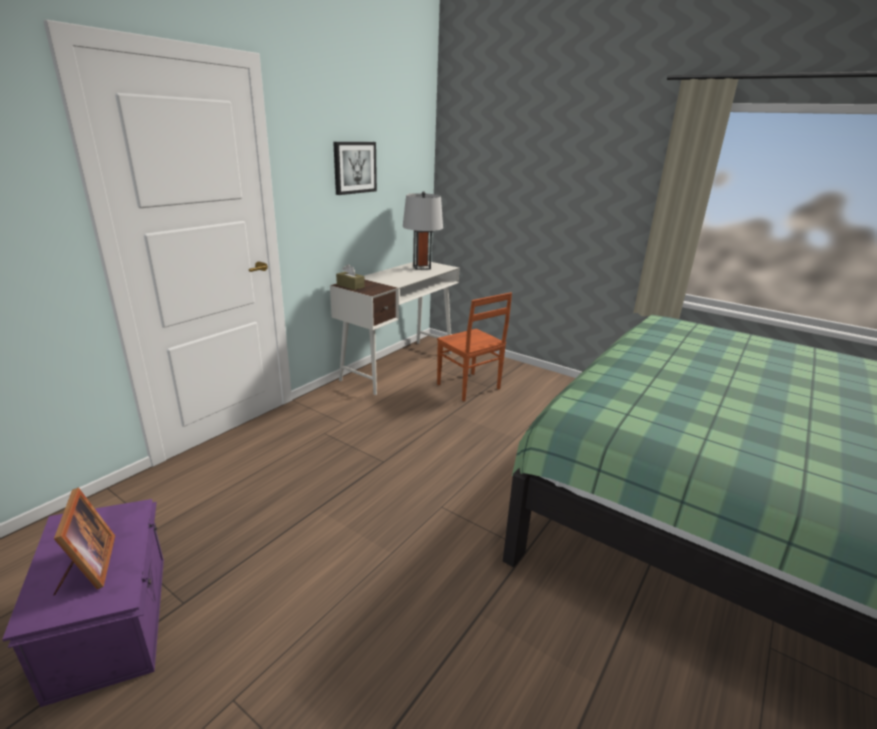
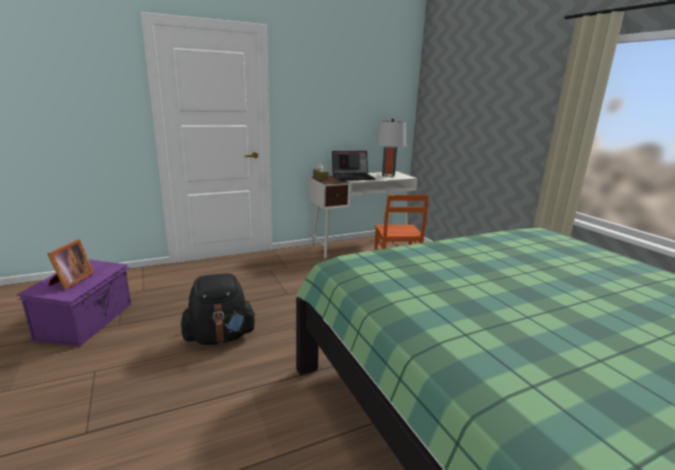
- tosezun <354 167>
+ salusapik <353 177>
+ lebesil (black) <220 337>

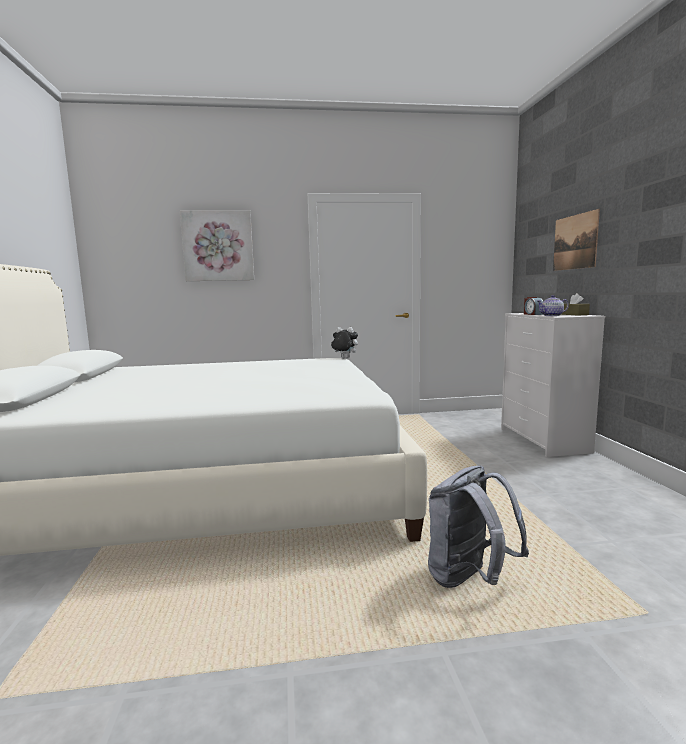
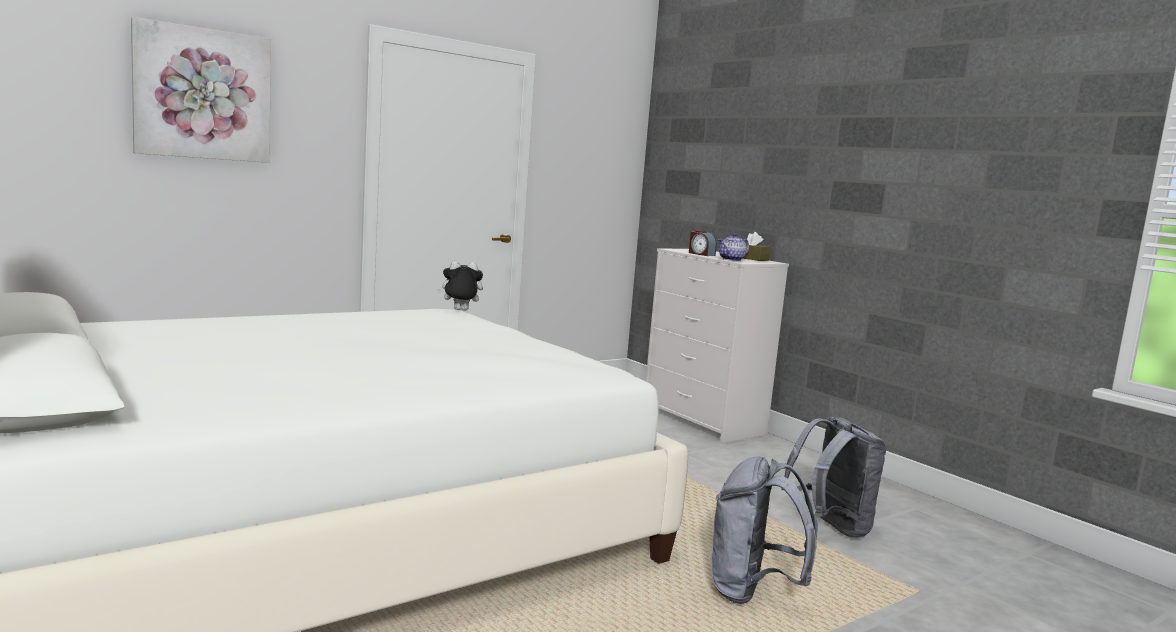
- tosezun <575 242>
+ lebesil (grey) <830 527>

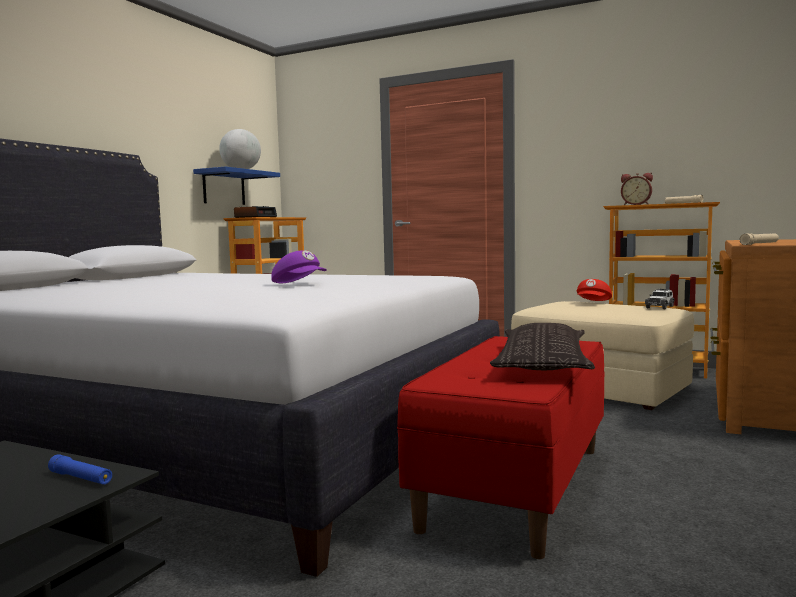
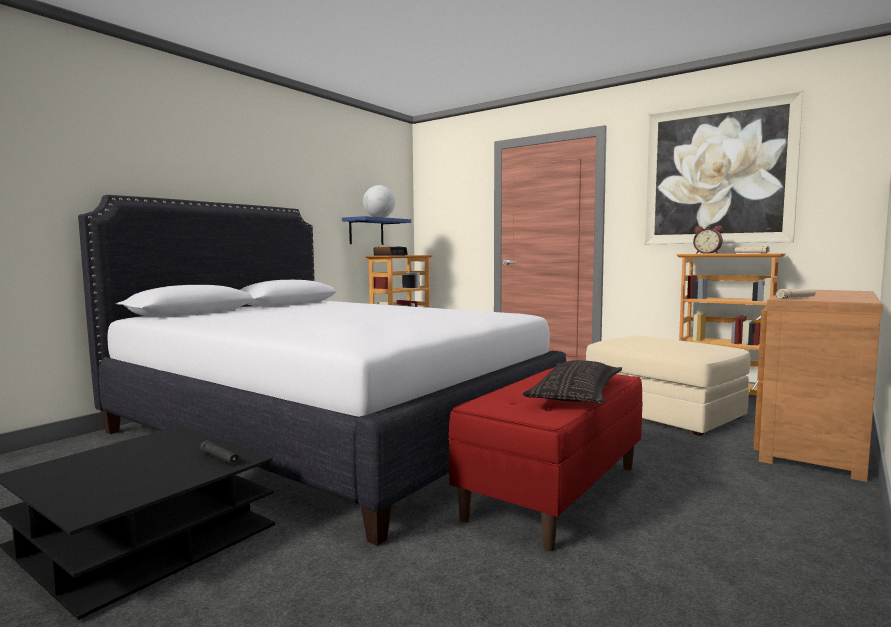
- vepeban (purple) <300 284>
- vepeban (red) <593 303>
- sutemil <660 307>
~ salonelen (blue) <81 478> to salonelen (black) <220 458>
+ tosezun <717 174>

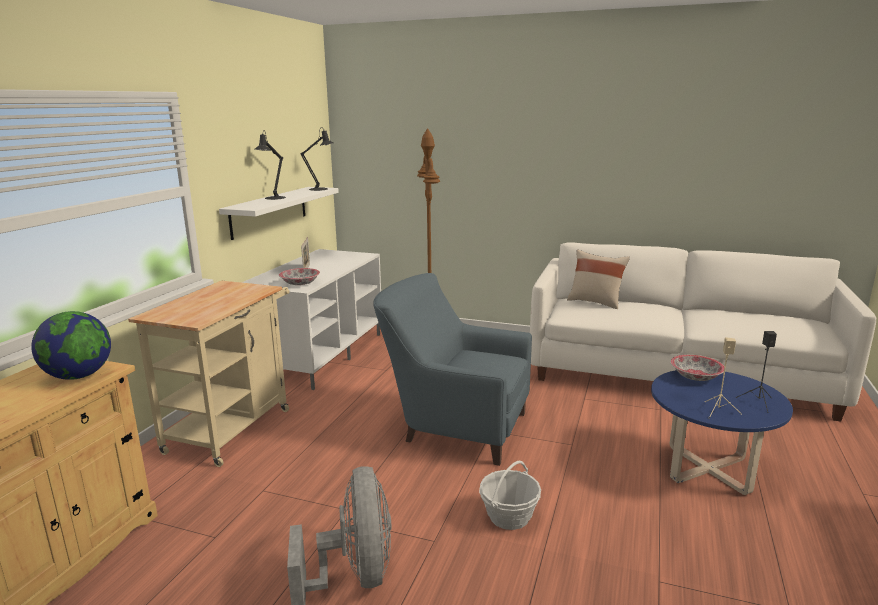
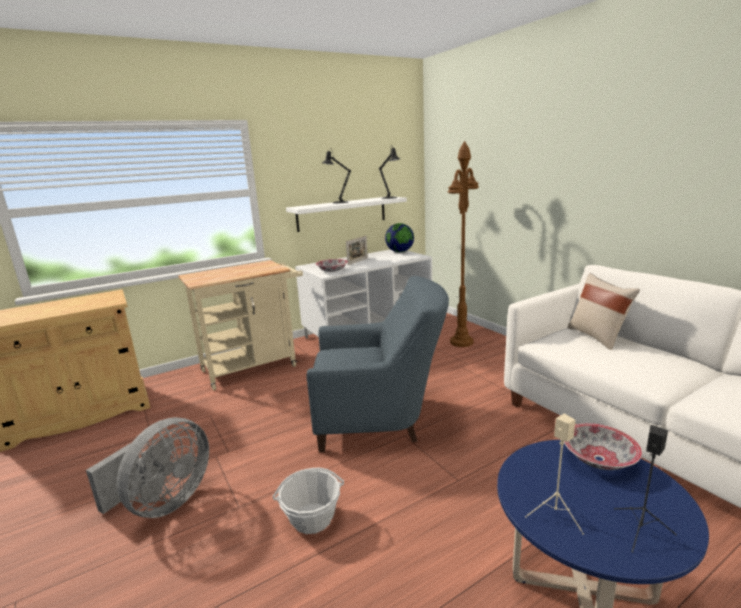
~ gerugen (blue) <453 427> = <380 420> 120 degrees clockwise
~ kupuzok <78 376> to <400 252>

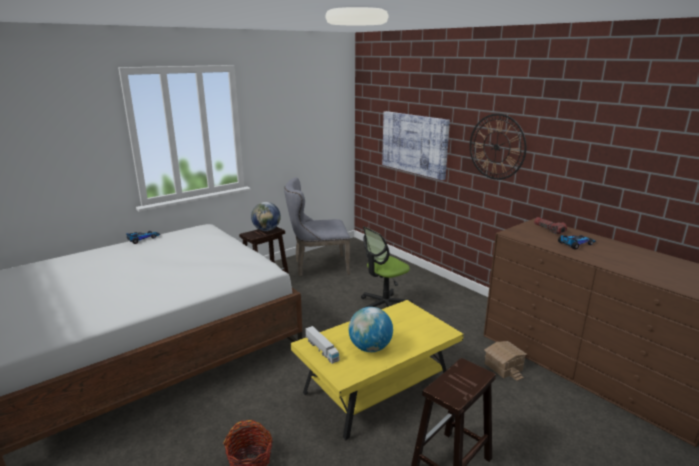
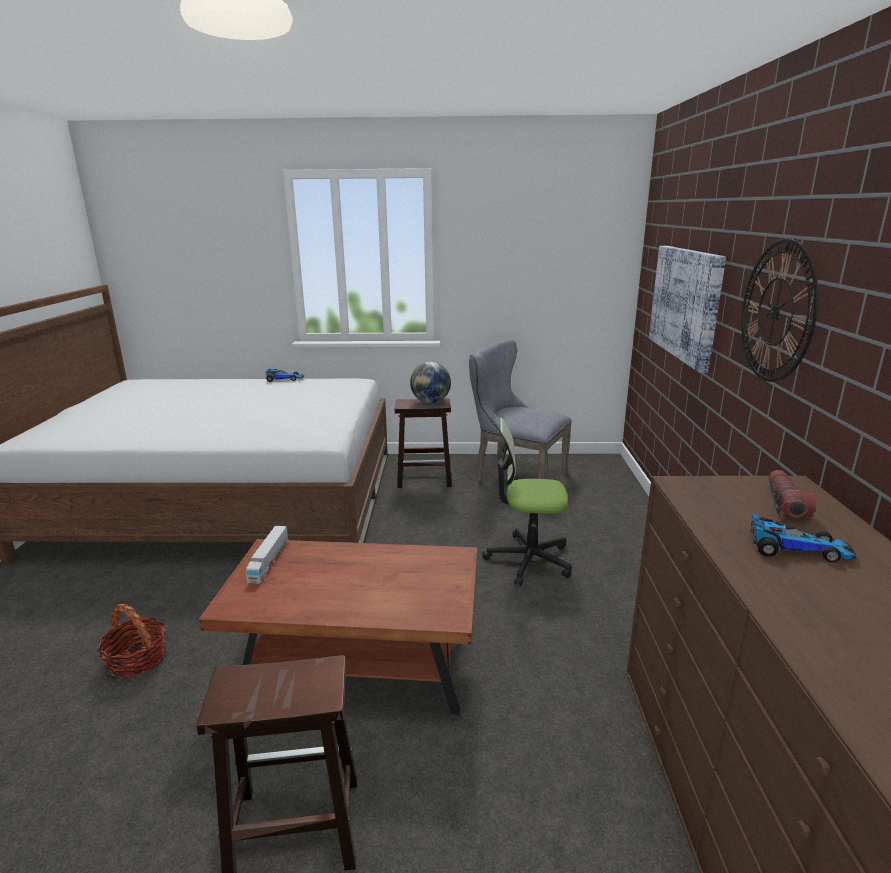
~ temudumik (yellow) <377 390> to temudumik (brown) <358 663>
- kupuzok <370 348>
- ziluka <502 367>

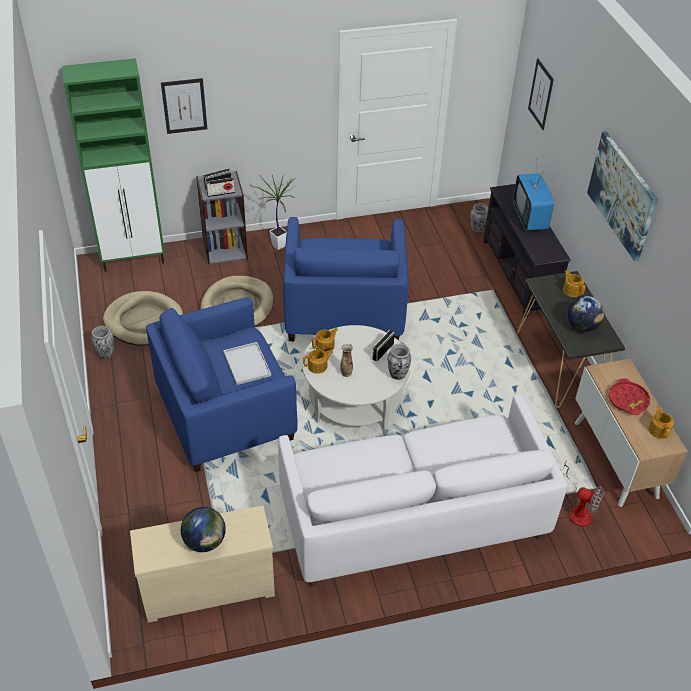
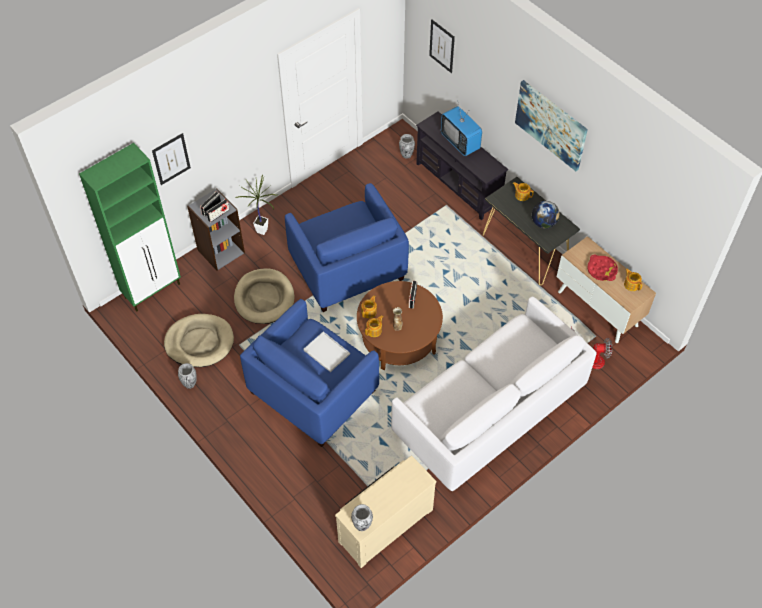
~ temudumik (white) <354 398> to temudumik (brown) <399 339>
~ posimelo <397 375> to <362 525>
- kupuzok <205 542>

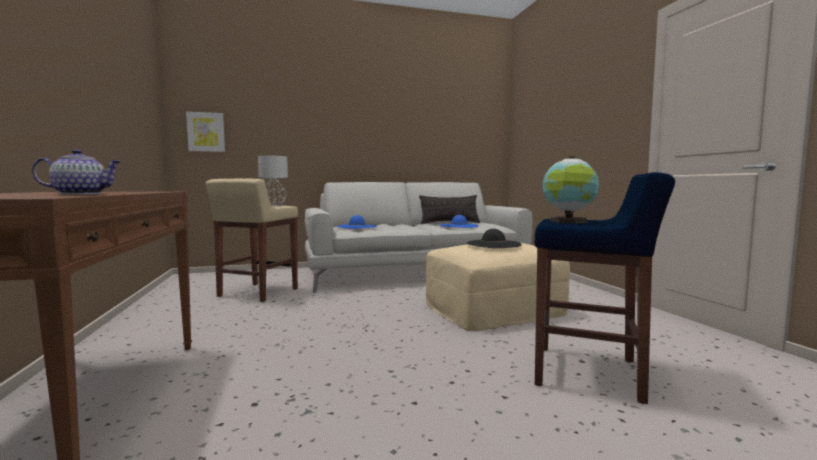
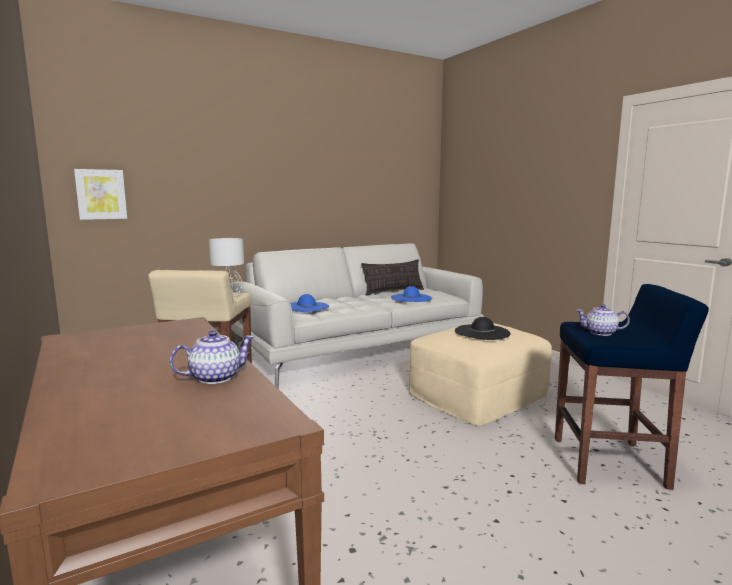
~ kupuzok <569 221> to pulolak <601 333>

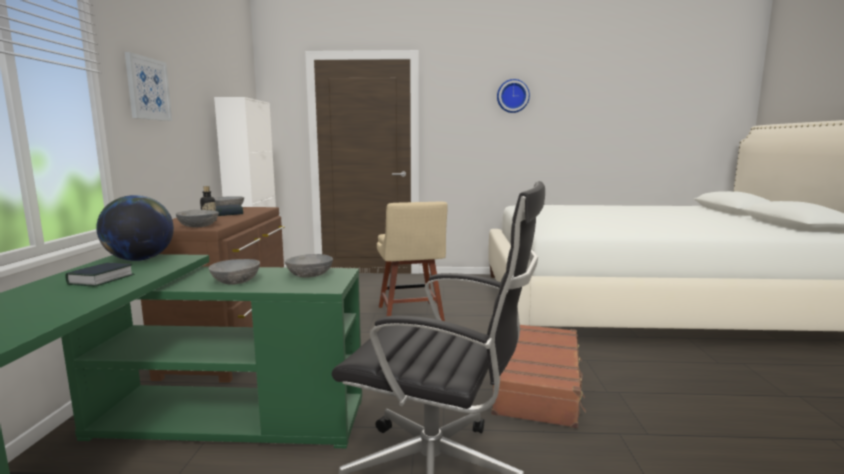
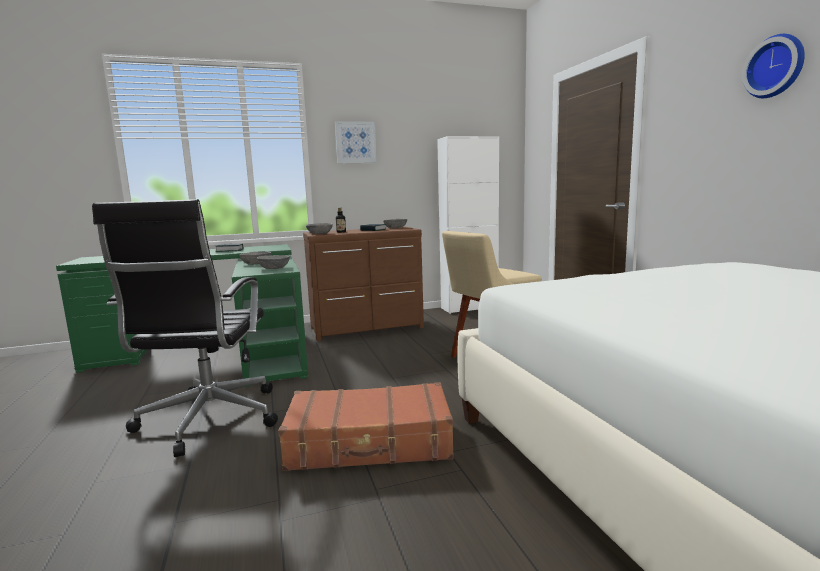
- kupuzok <139 259>

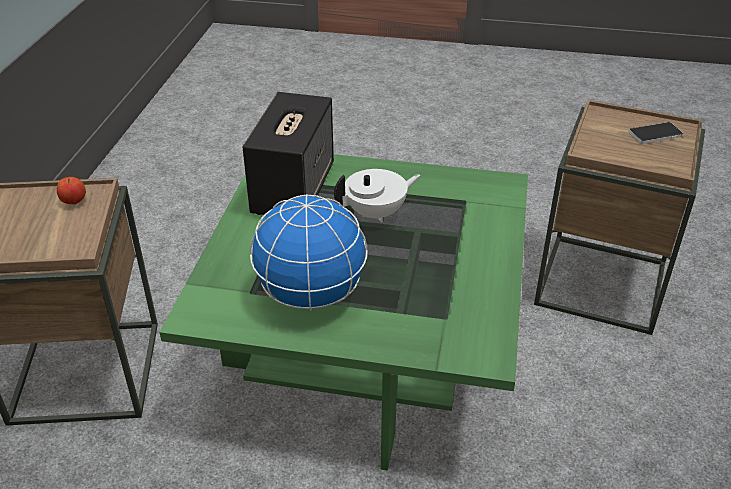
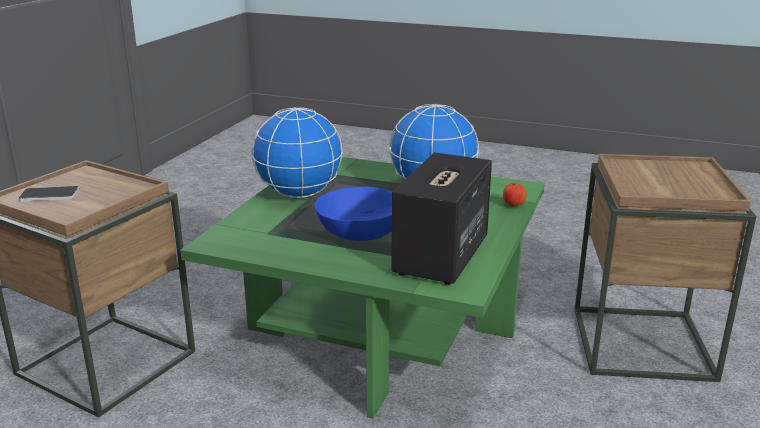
~ pulolak (white) <376 213> to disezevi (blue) <360 230>
~ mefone <74 202> to <513 205>
+ kupuzok <298 194>

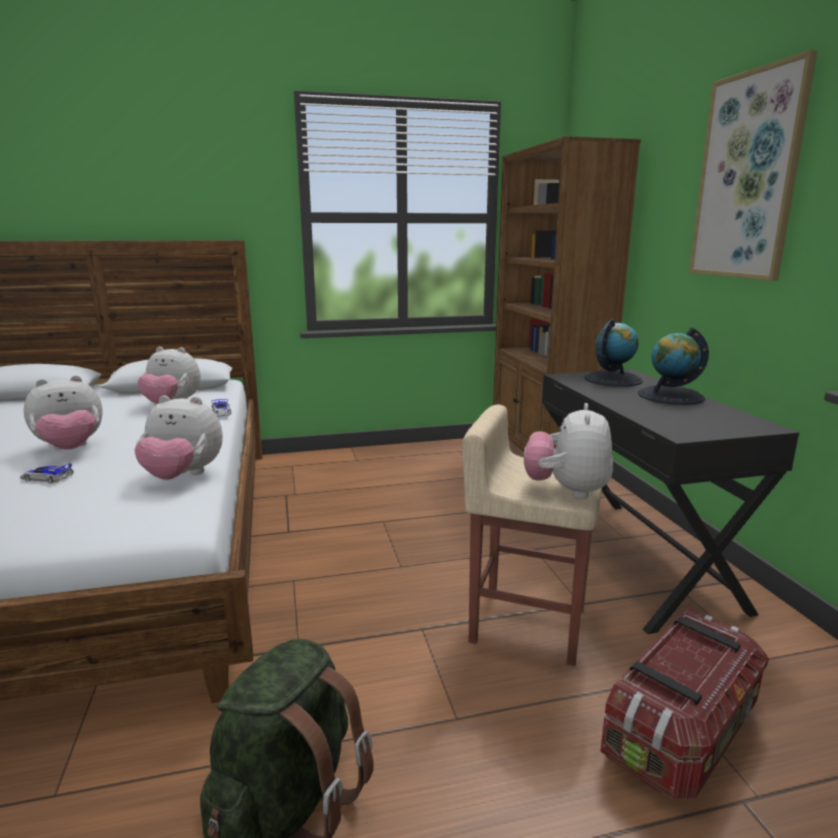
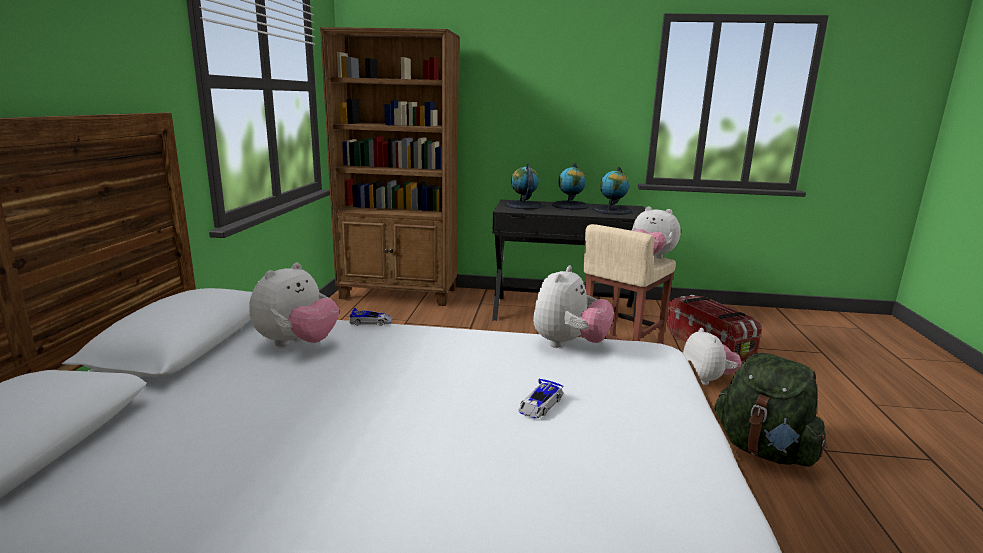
- tosezun <748 177>
~ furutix <71 449> to <707 379>
+ kupuzok <612 210>

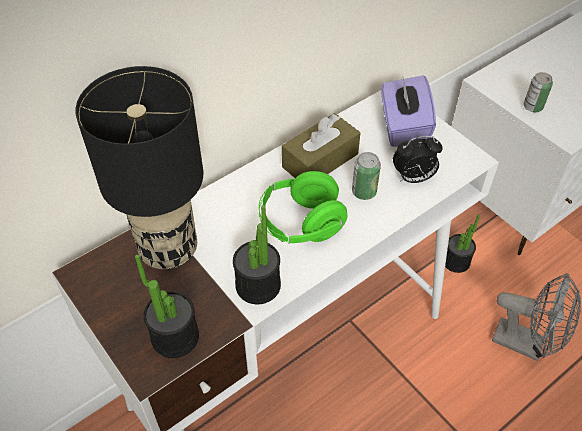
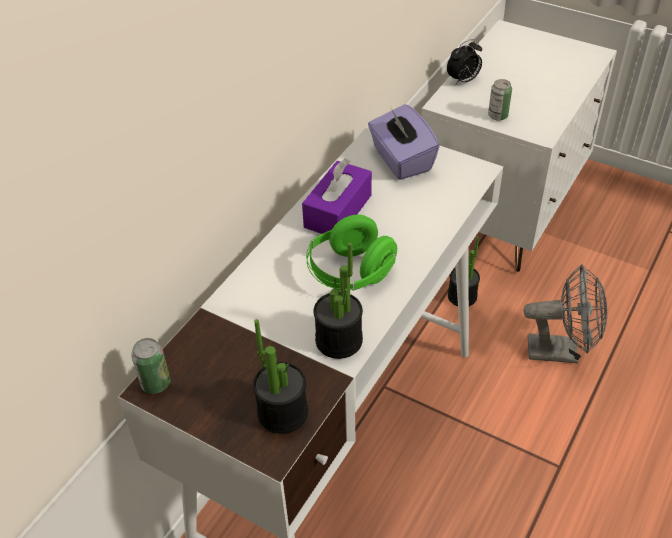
- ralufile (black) <167 251>
~ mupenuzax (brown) <320 160> to mupenuzax (purple) <338 211>
~ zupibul <413 178> to <463 81>
~ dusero <364 192> to <156 383>

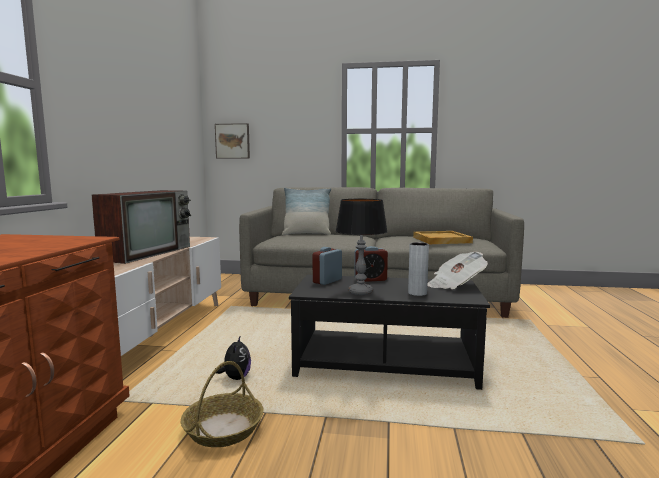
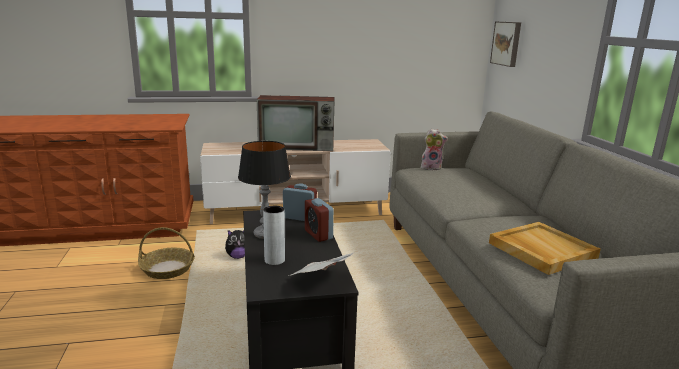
- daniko <306 234>
+ furutix <431 168>

